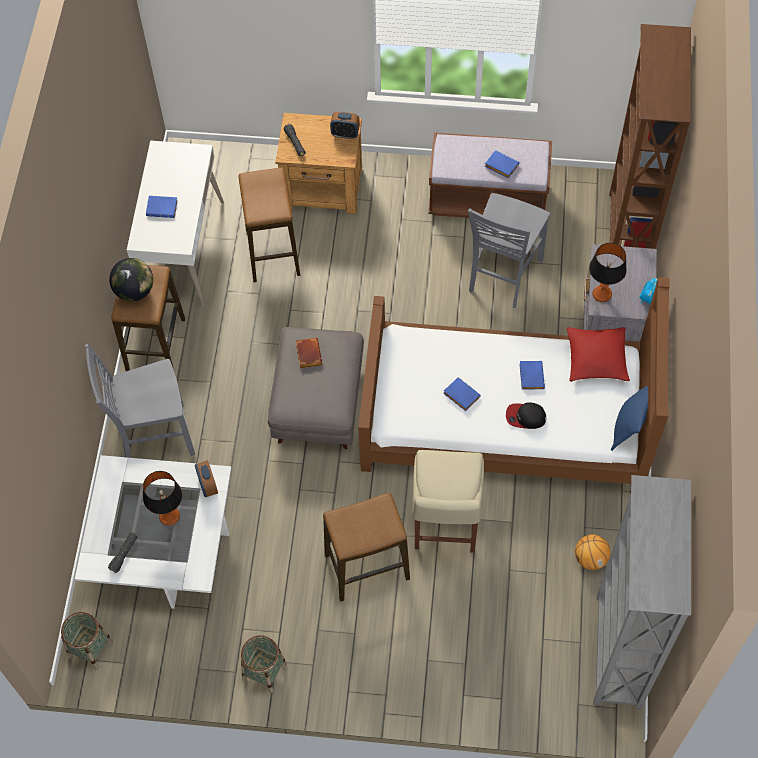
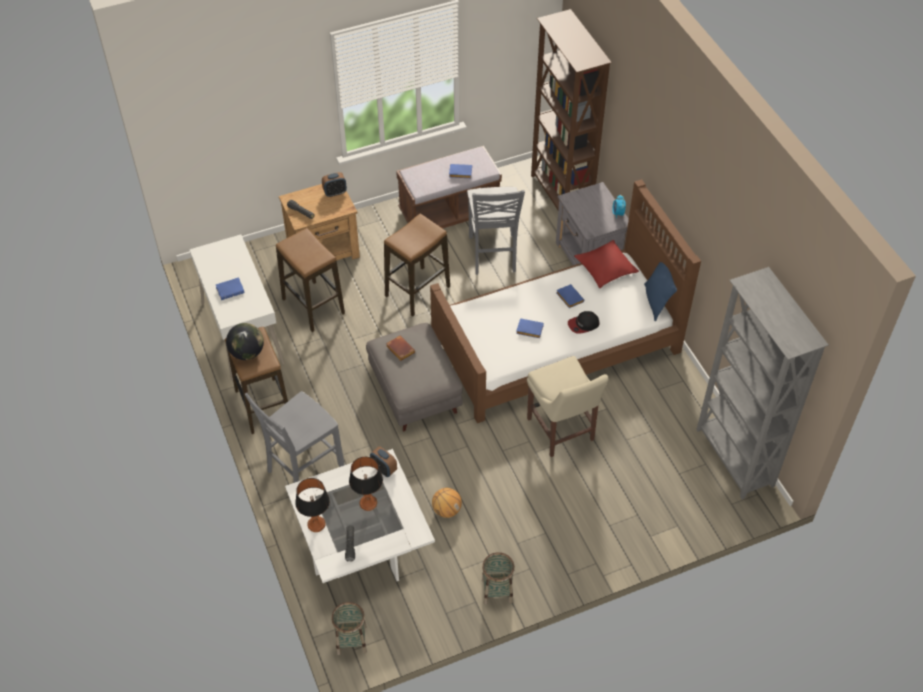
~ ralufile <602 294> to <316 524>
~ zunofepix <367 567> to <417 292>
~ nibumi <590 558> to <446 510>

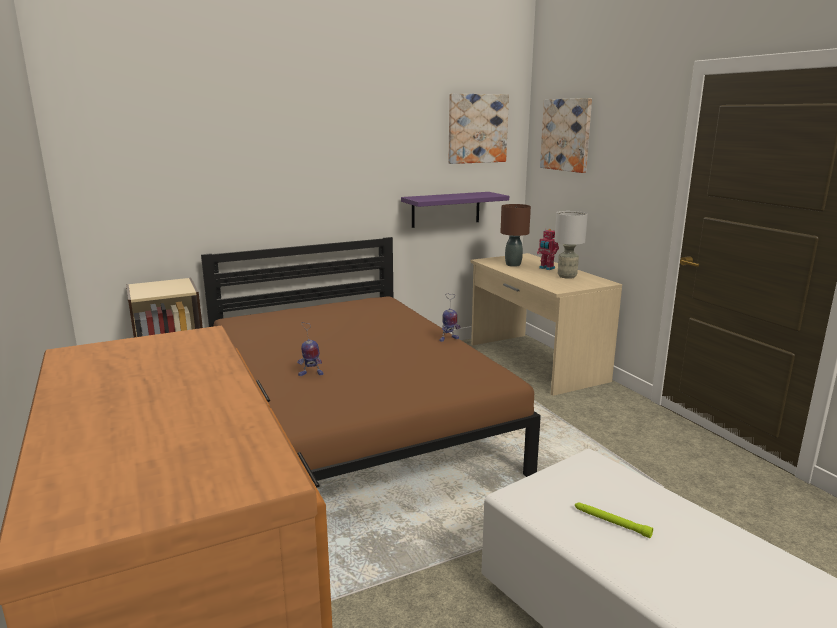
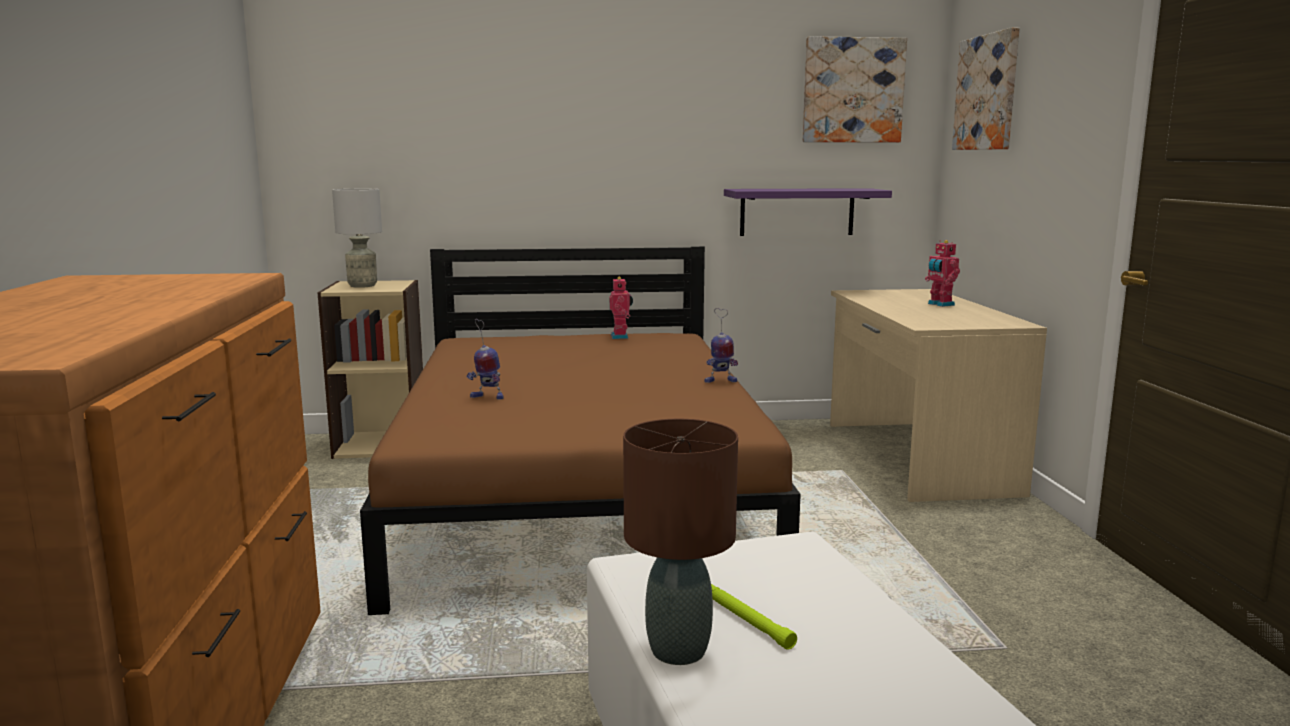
~ ralufile (brown) <513 264> to <678 650>
~ ralufile (grey) <567 276> to <363 286>
+ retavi <621 337>

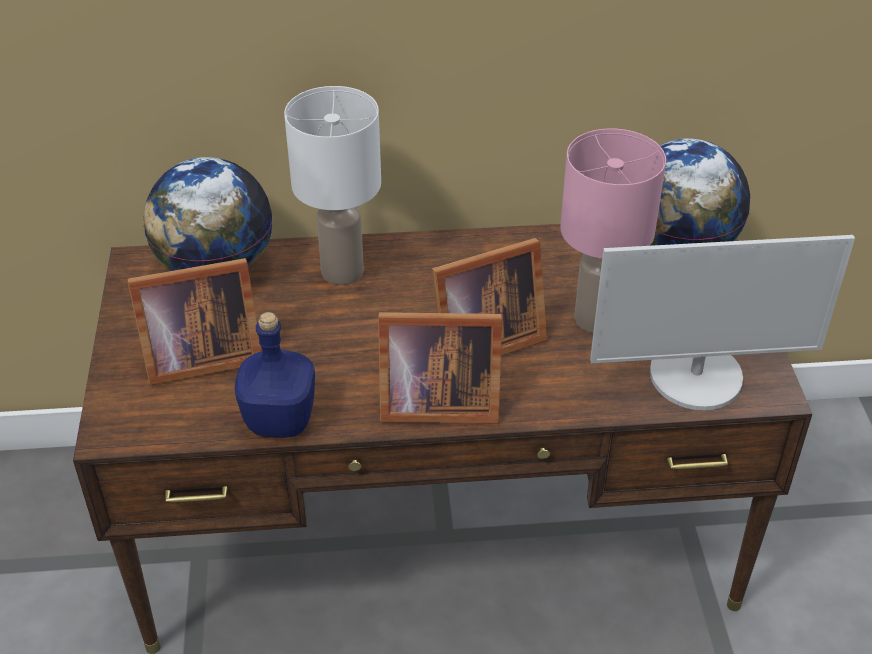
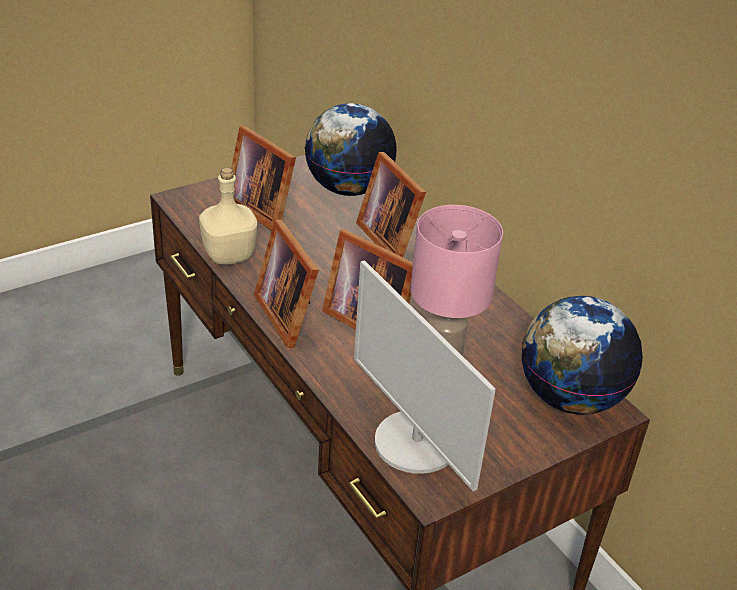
~ ralufile (white) <343 271> to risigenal <391 238>
~ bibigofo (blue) <280 421> to bibigofo (beige) <228 255>

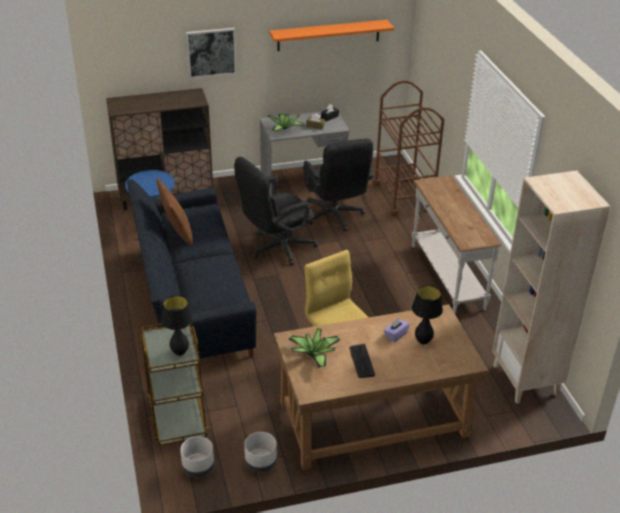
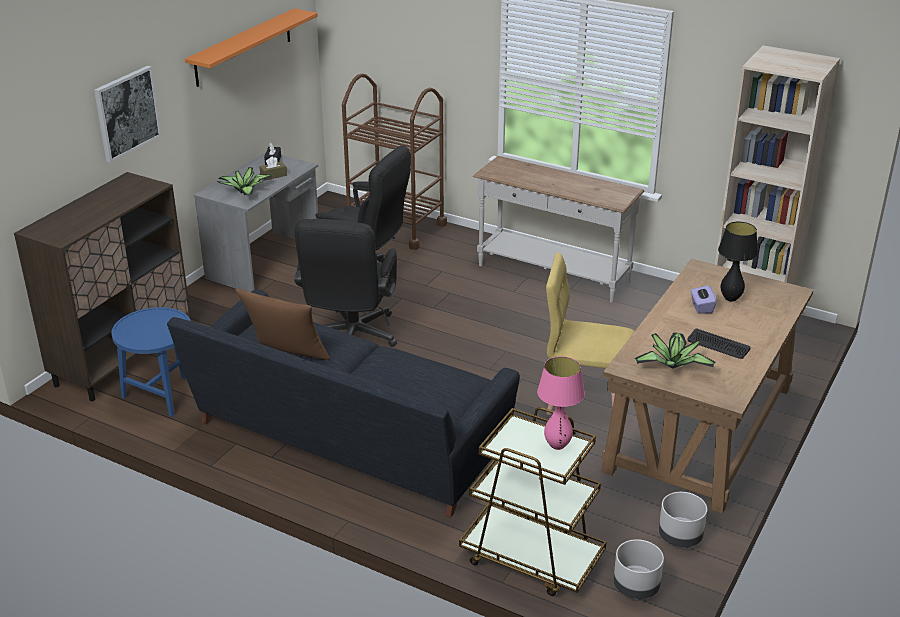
~ ralufile (black) <180 352> to ralufile (pink) <557 445>

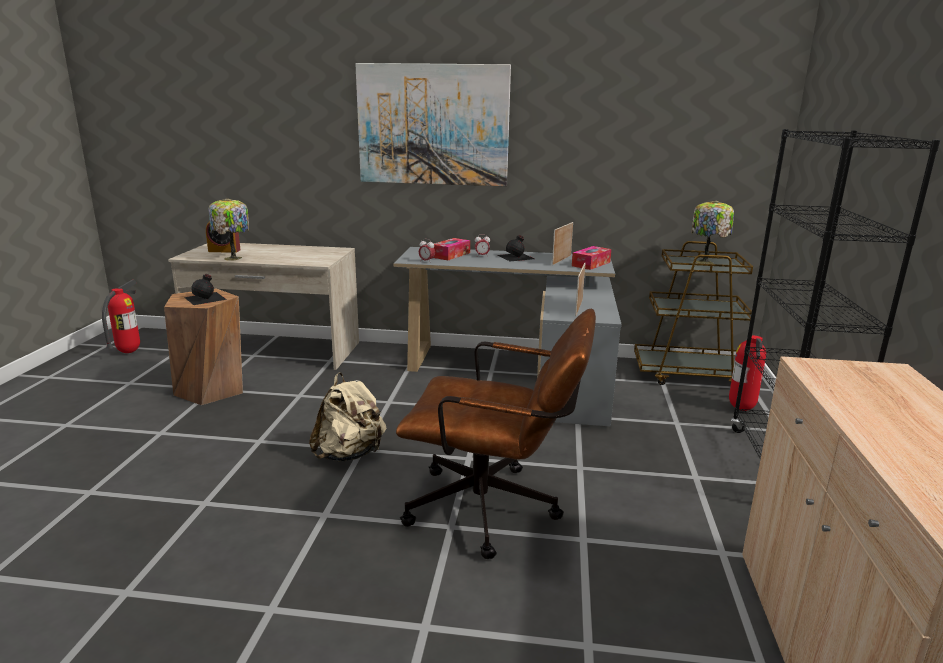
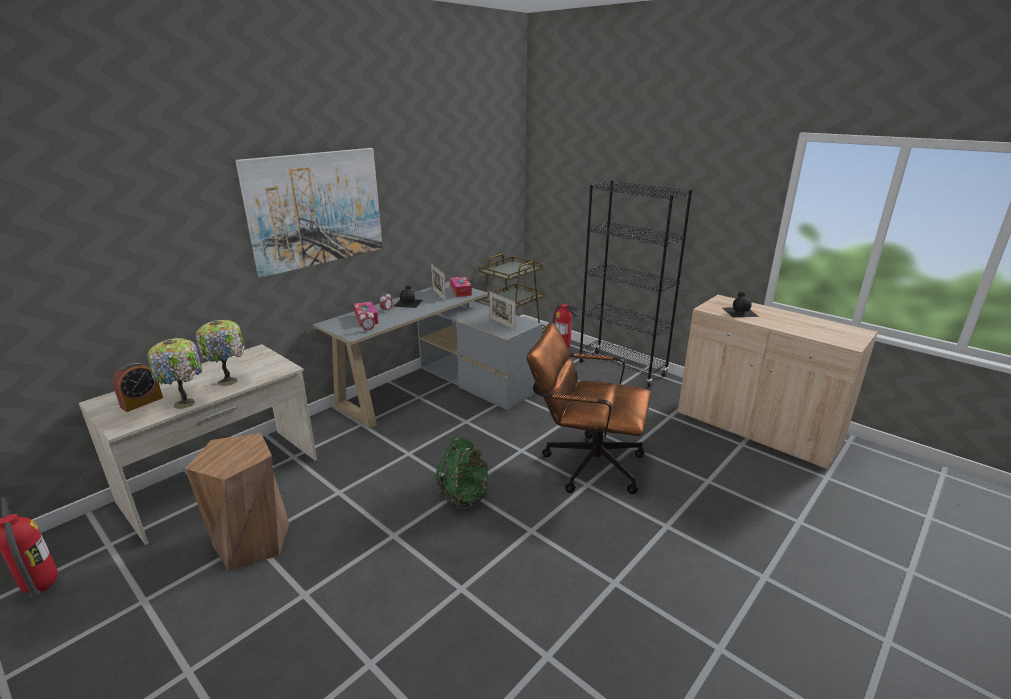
~ ralufile <706 262> to <229 381>
~ bibigofo (black) <206 298> to <740 311>
~ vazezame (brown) <495 510> = <585 463> 120 degrees counterclockwise
~ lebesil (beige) <350 454> to lebesil (green) <465 496>

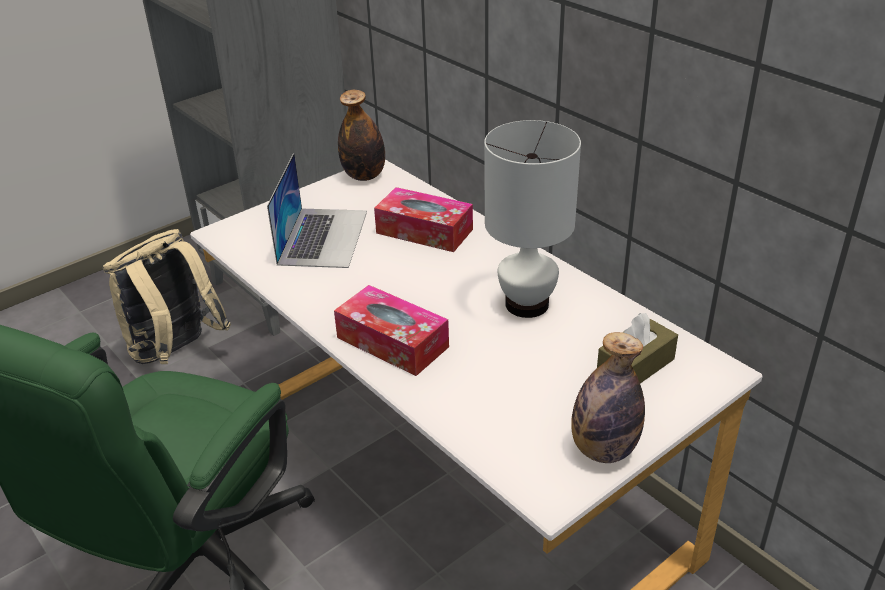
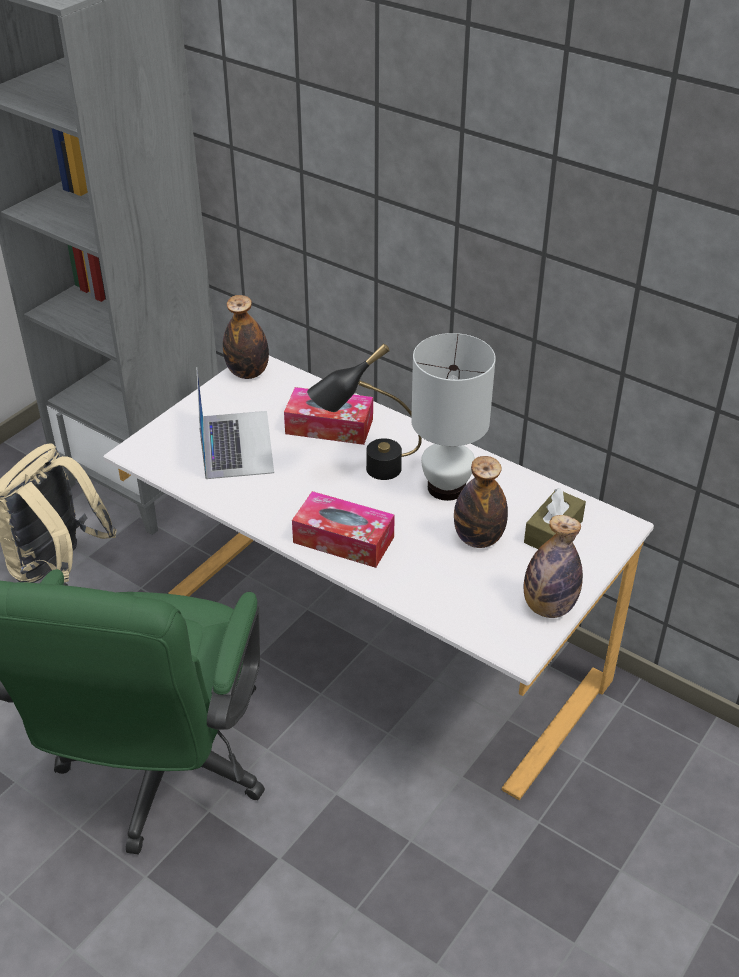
+ ralufile (black) <366 472>
+ bibigofo <478 538>

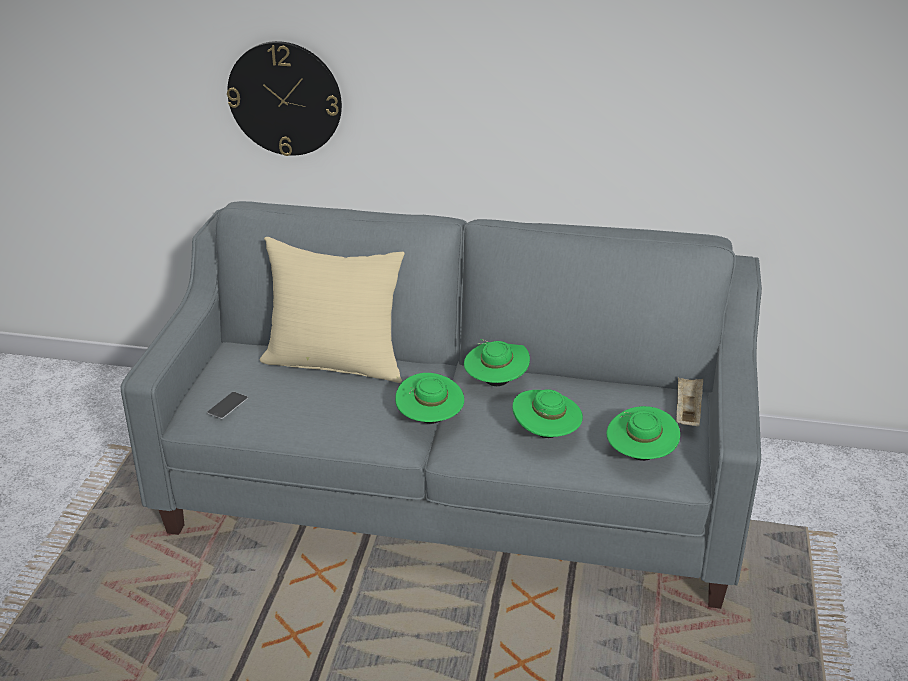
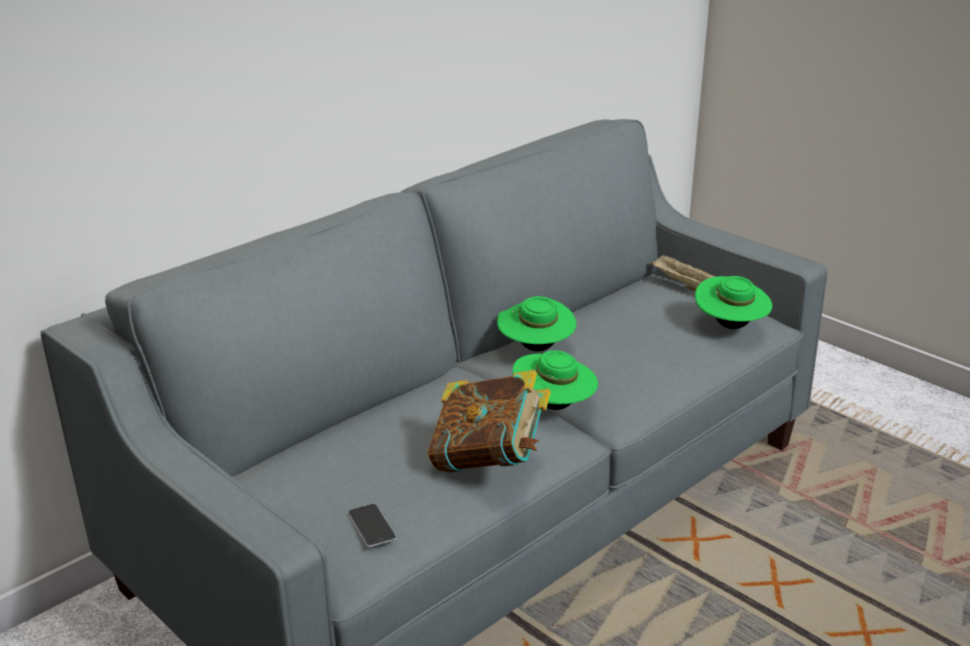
- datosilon <285 98>
- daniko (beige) <336 362>
- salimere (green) <546 434>
+ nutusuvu <489 461>

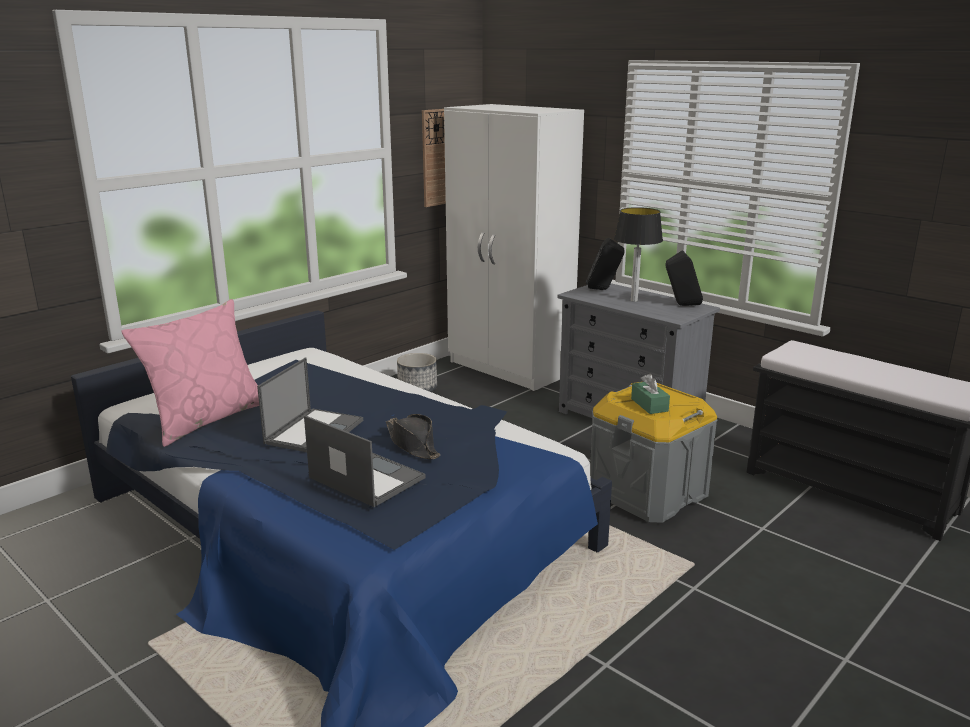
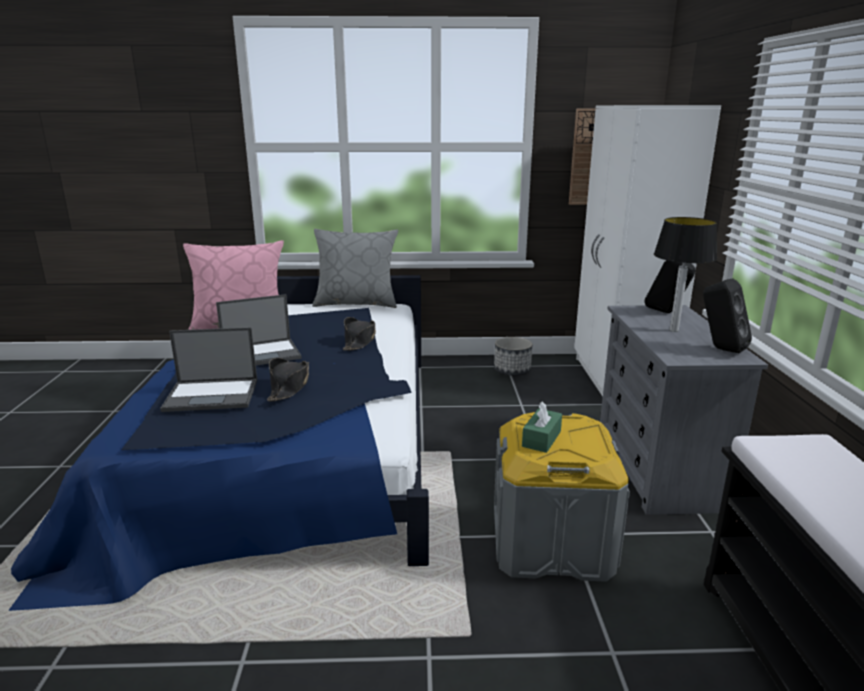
~ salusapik <365 478> = <213 395> 90 degrees clockwise
+ daniko (grey) <356 303>
+ salimere (black) <359 341>

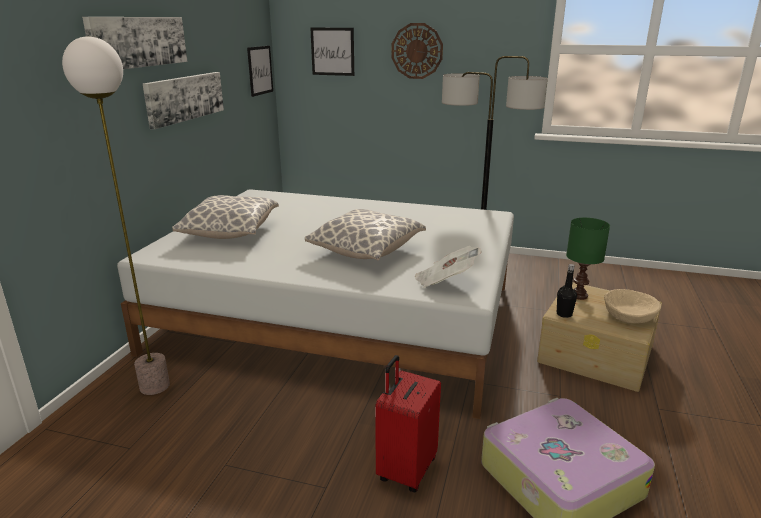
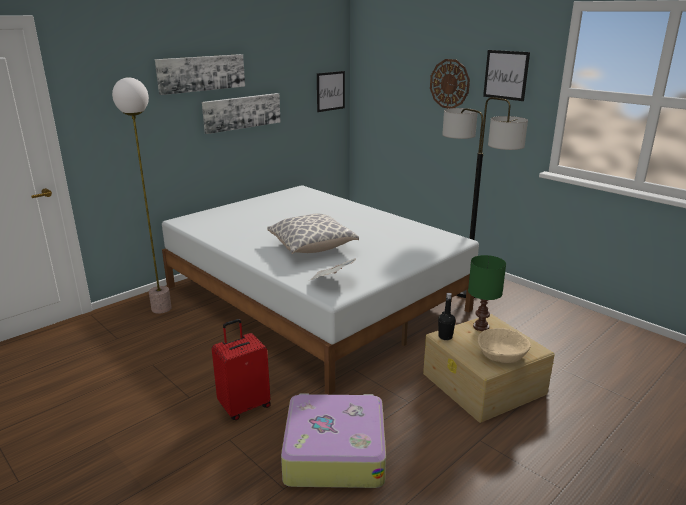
~ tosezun <332 51> to <506 75>
- daniko <230 233>

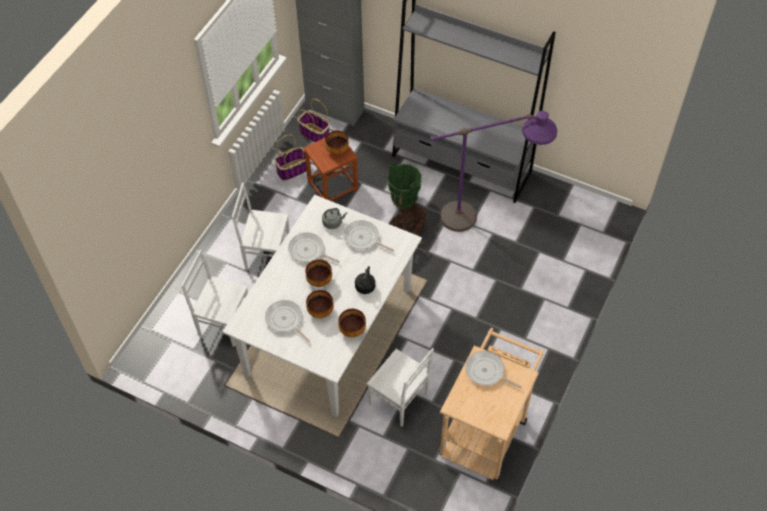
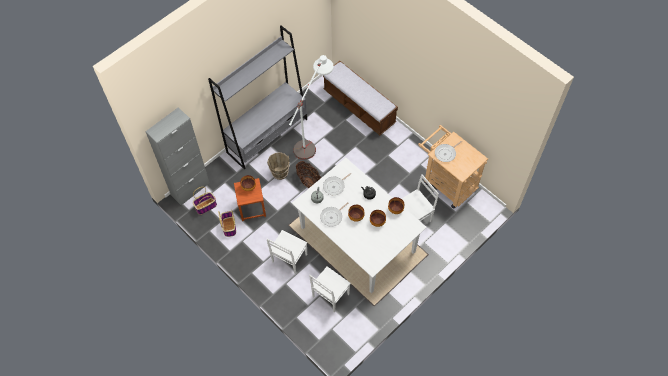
~ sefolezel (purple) <484 221> to sefolezel (white) <313 138>
~ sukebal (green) <404 199> to sukebal (brown) <280 173>
- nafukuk <285 320>
+ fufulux <359 107>

